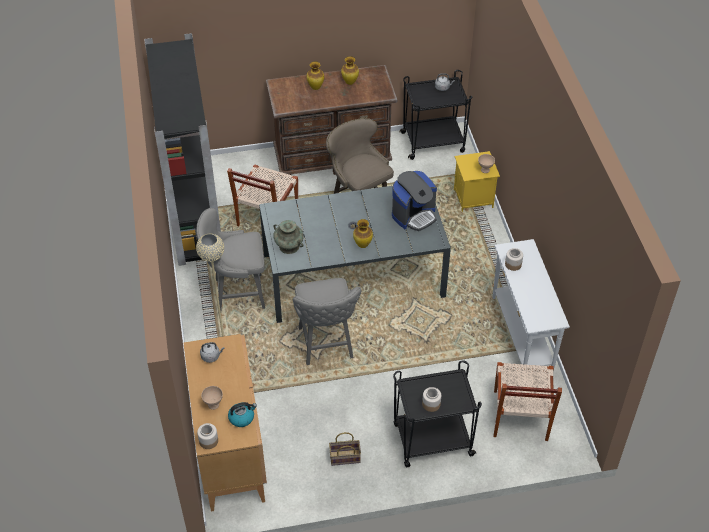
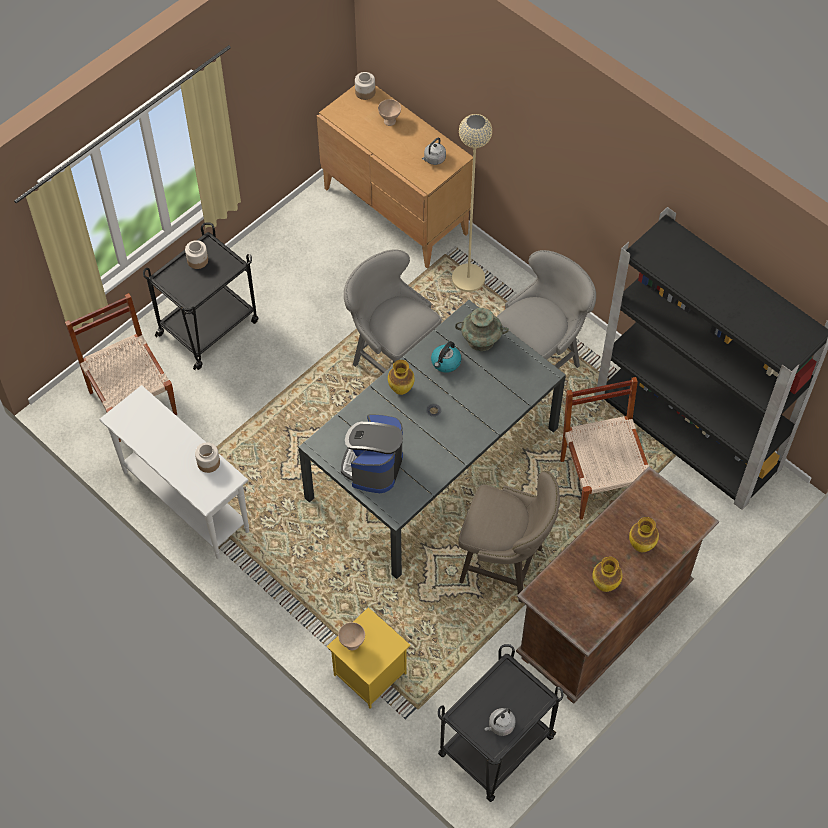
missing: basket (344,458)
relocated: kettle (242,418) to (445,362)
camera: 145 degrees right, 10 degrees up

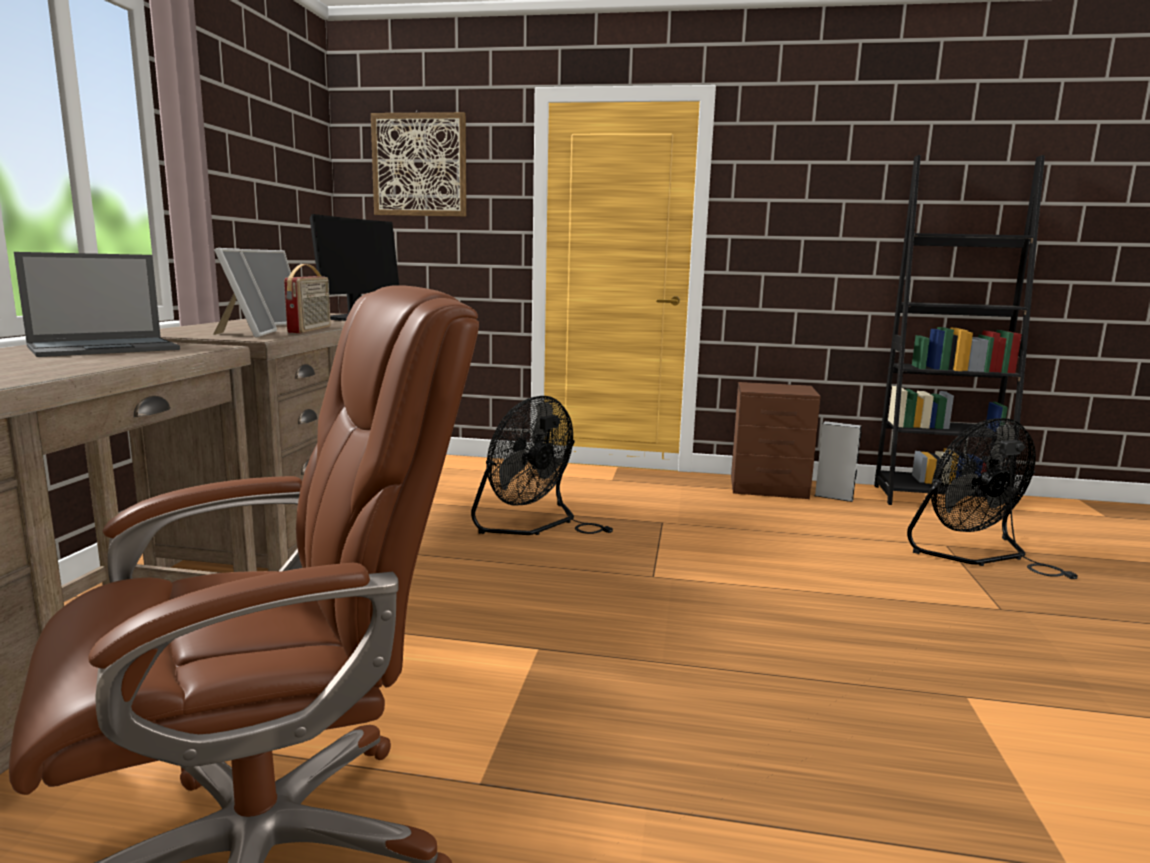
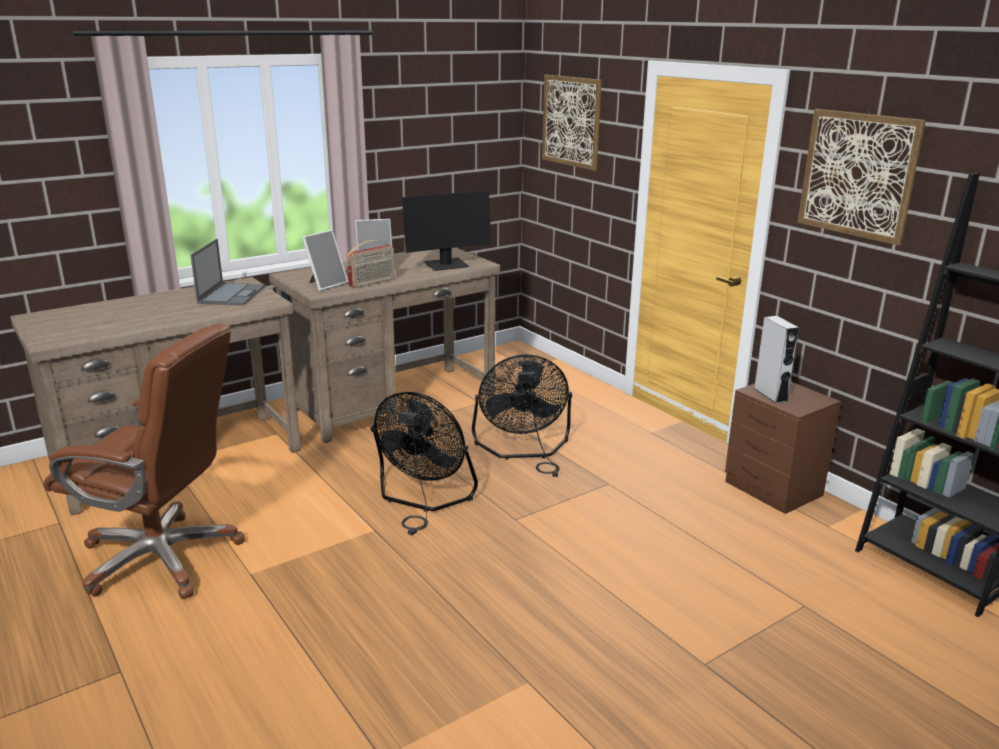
appeared: picture (858,173)
relocated: grey_speaker (834,497) to (770,394); black_fan (986,554) to (418,499)
spun: laptop (106,348) = (232,294) 90 degrees counterclockwise
camera: 45 degrees right, 10 degrees up

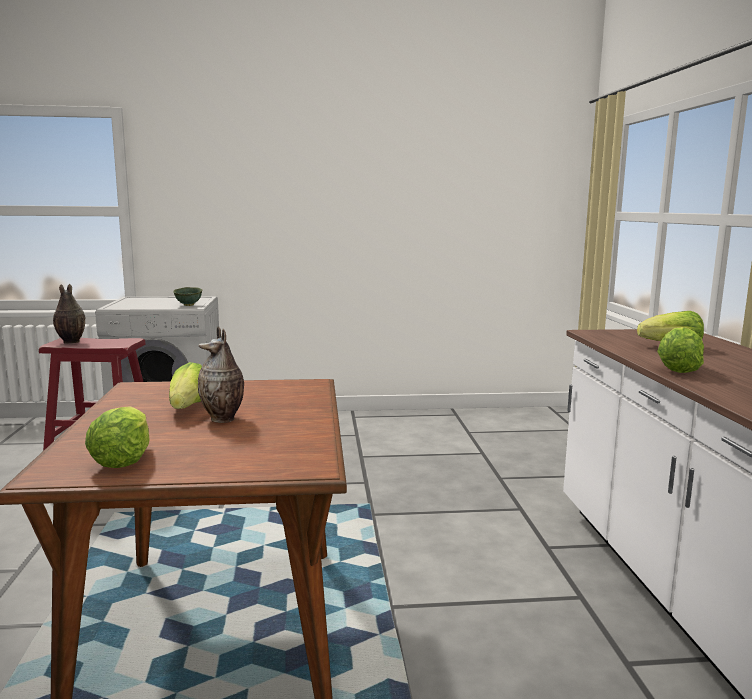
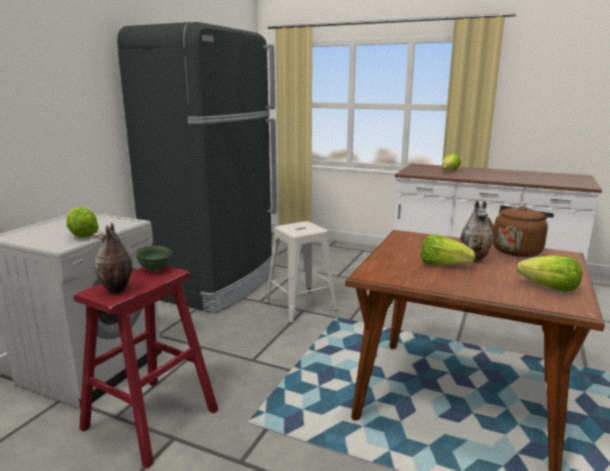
appeared: black_fridge (215,284); white_stool (301,306); brown_kettle (517,250)
relocated: green_bowl (189,305) to (155,269); lettuce (678,369) to (82,235)
camera: 60 degrees left, 5 degrees up

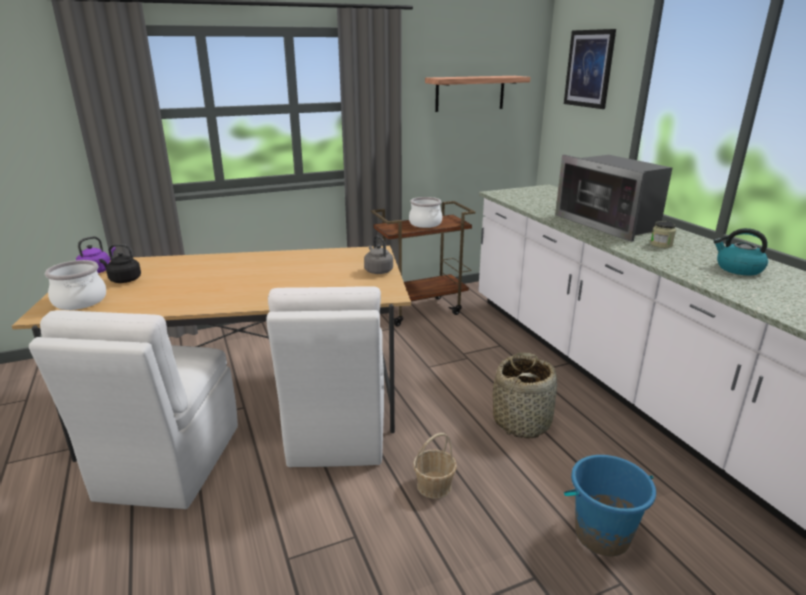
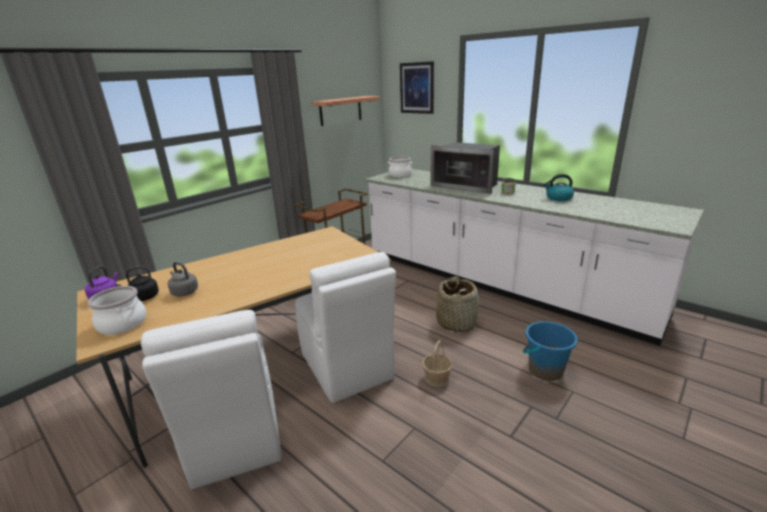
relocated: grey_kettle (378,270) to (184,292); cooking_pot (425,224) to (400,175)
camera: 25 degrees left, 0 degrees up

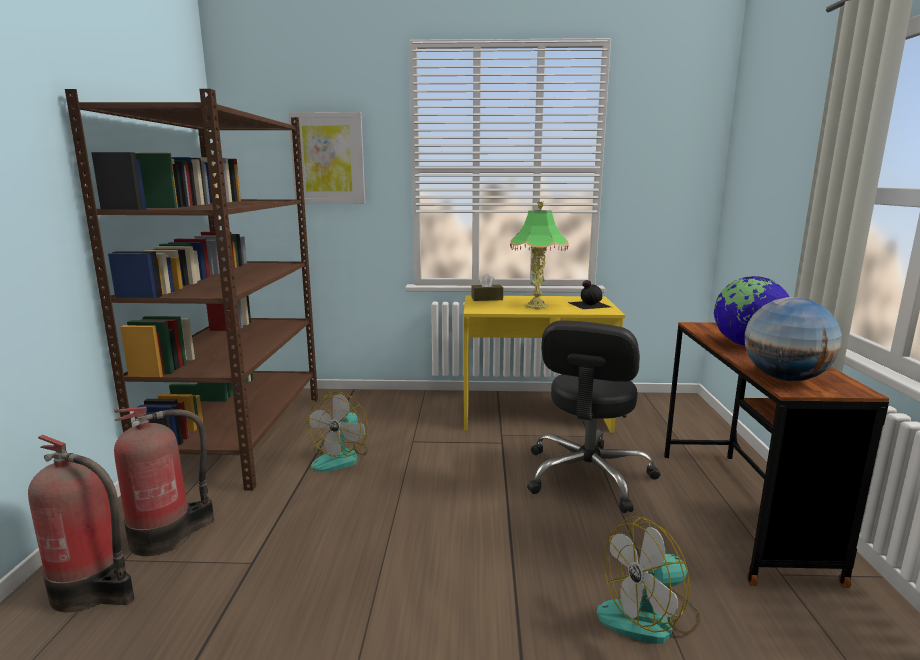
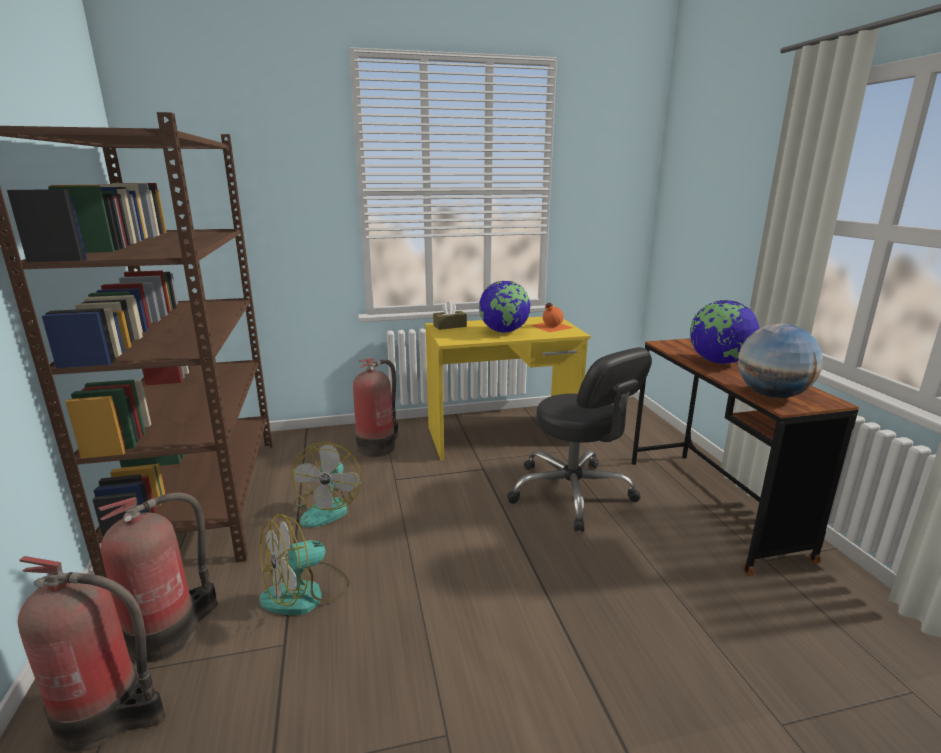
missing: picture (328,159)
appeared: fire_extinguisher (378,446)
relocated: fan (649,617) to (306,593)
exchanged: table_lamp (536,306) to globe (504,331)
colour: black_bottle (588,304) to orange_bottle (550,326)
spun: black_office_chair (586,479) = (575,496) 45 degrees counterclockwise
camera: 15 degrees left, 5 degrees up

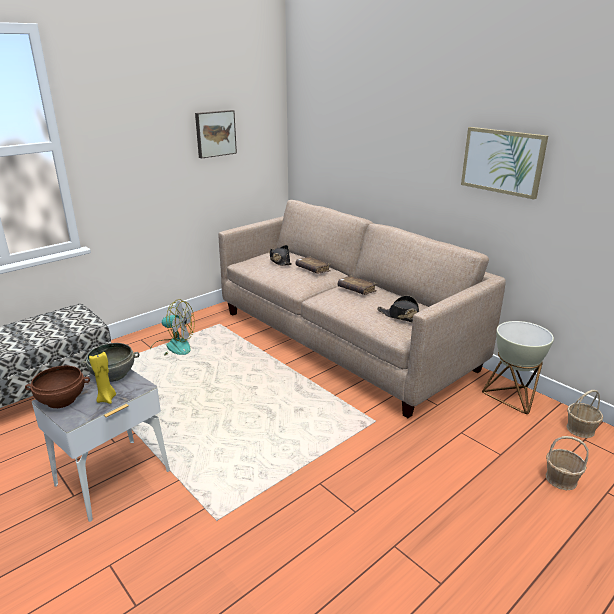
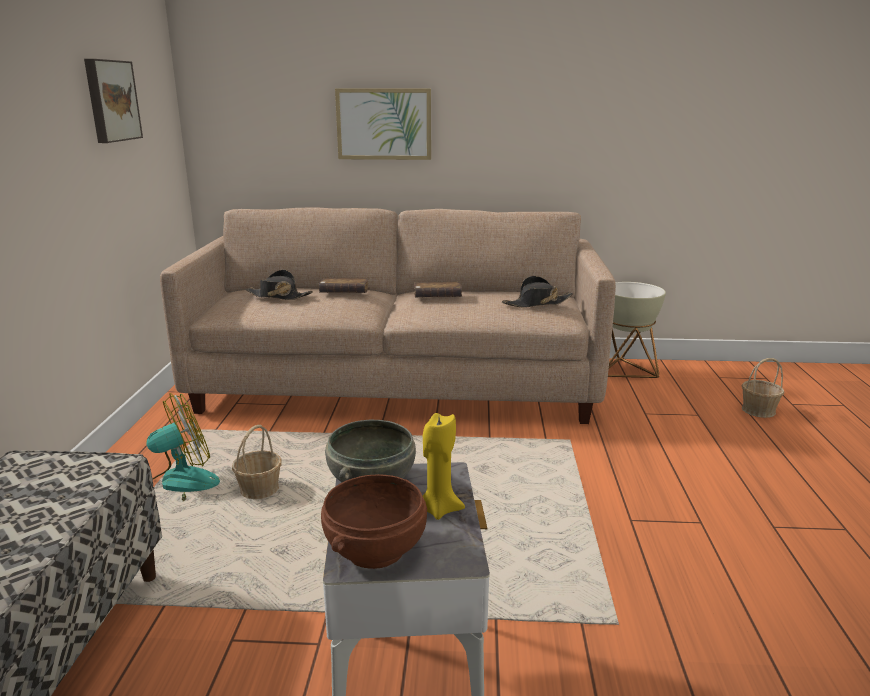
relocated: picture (502,161) to (384,124); basket (580,429) to (260,489)
camera: 45 degrees left, 5 degrees down

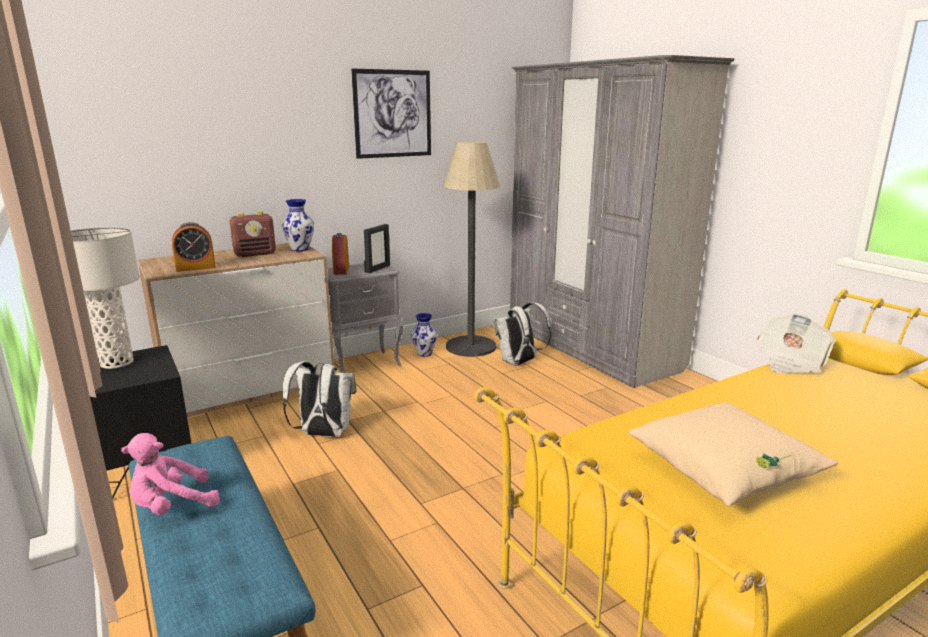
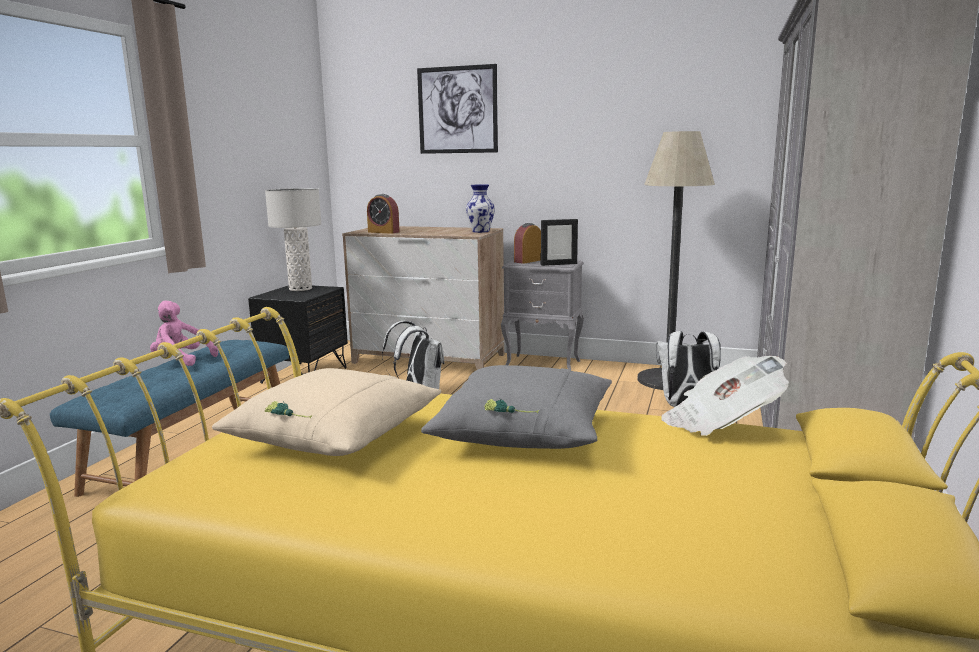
missing: radio (255,254); vase (424,353)
appeared: grey_pillow (524,434)
relocated: picture (392,114) to (457,110)
camera: 50 degrees right, 5 degrees down

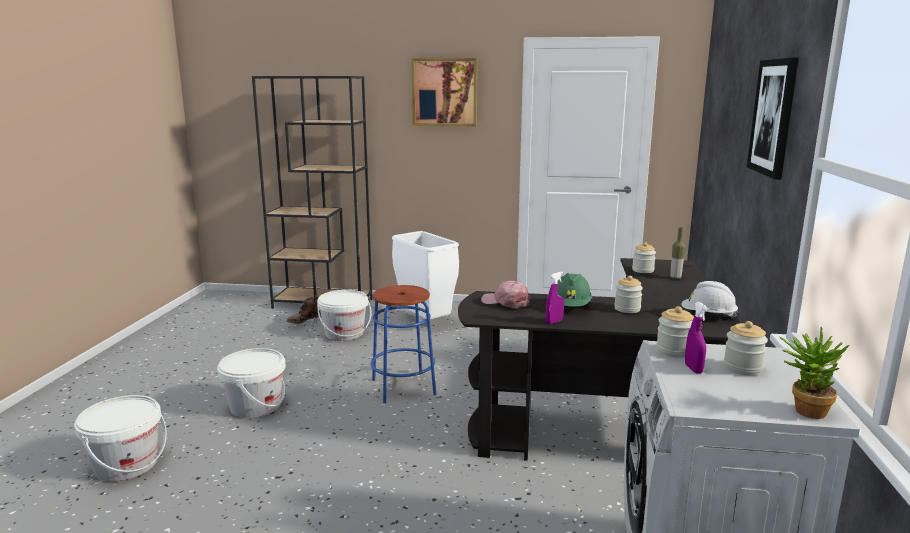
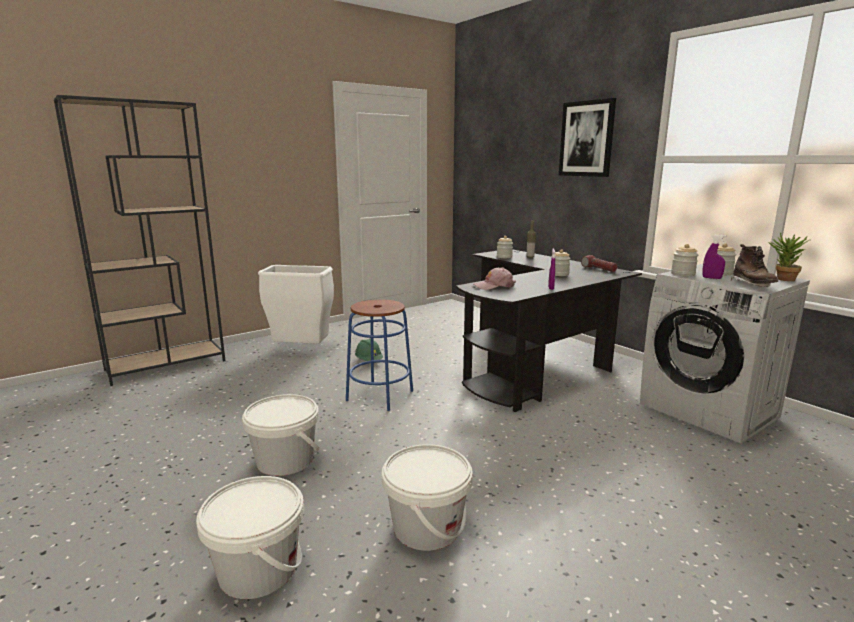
missing: picture (444,92)
relocated: brown_boot (304,323) to (752,285); white_bucket (344,333) to (427,527); green_hard_hat (571,307) to (369,361)
exchanged: white_hard_hat (708,316) to flashlight (598,269)
camera: 45 degrees left, 0 degrees up

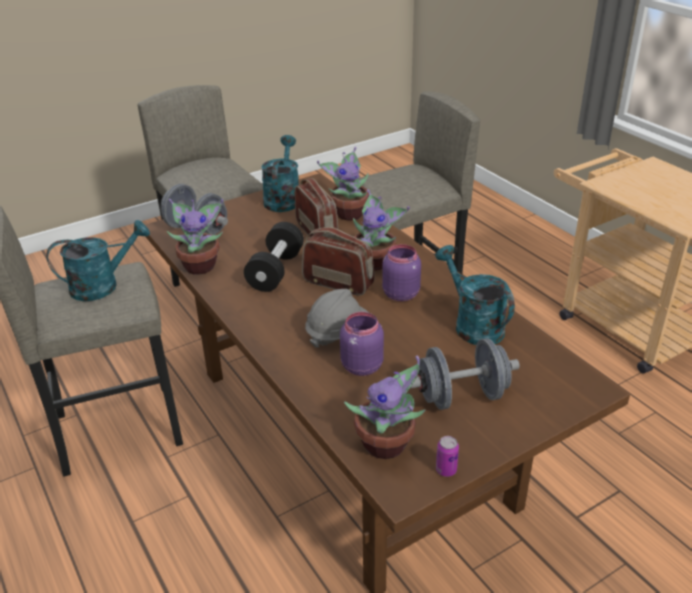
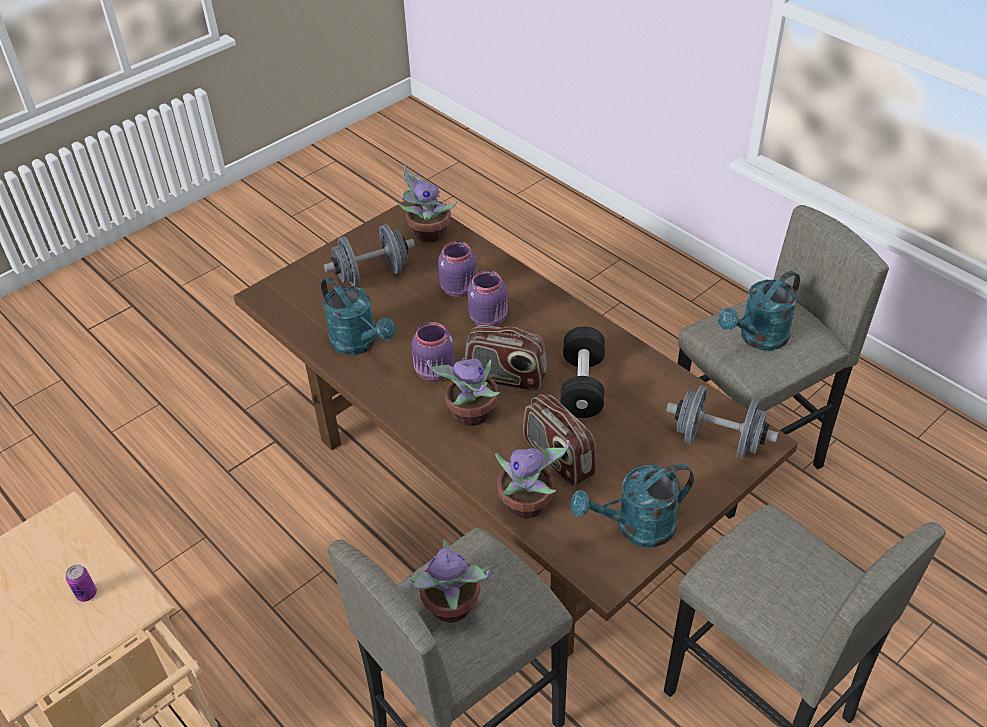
relocated: potted_plant (201,265) to (451,607); can (446,470) to (86,594)
exchanged: grey_hard_hat (337,332) to purple_jar (489,318)
spun: turquoise_watering_can (283,198) = (636,528) 75 degrees clockwise
camera: 170 degrees right, 10 degrees up

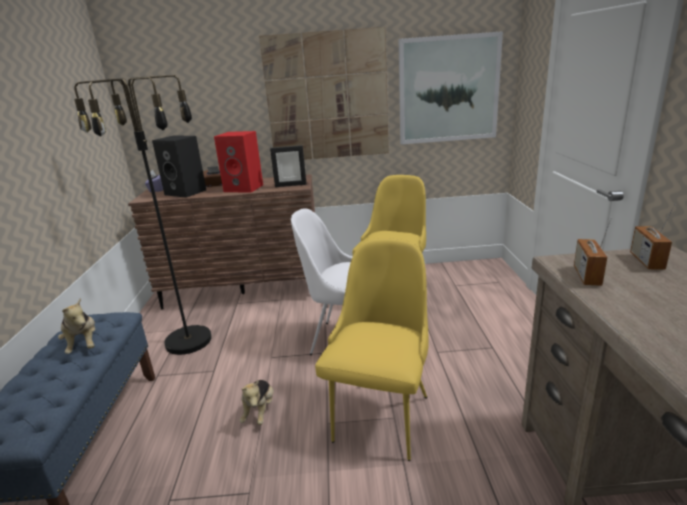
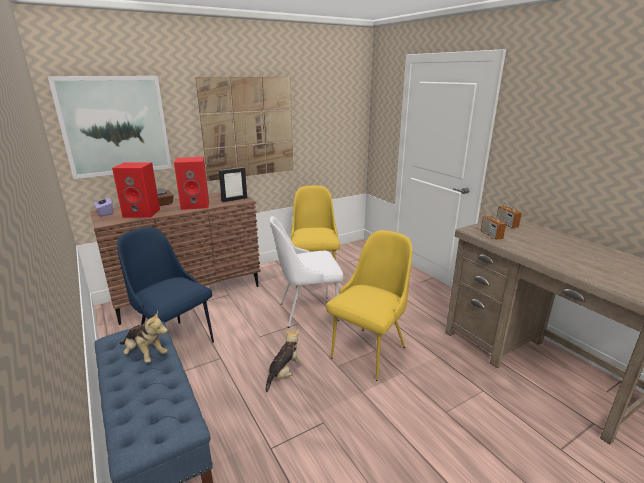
relocated: picture (448,89) to (115,126)
exchanged: floor_lamp (187,342) to blue_chair (174,343)
colour: black_speaker (186,192) to red_speaker (143,213)
spun: plush_toy (259,411) = (284,373) 120 degrees counterclockwise; yellow_chair (381,417) = (369,352) 45 degrees clockwise
camera: 30 degrees left, 0 degrees up

